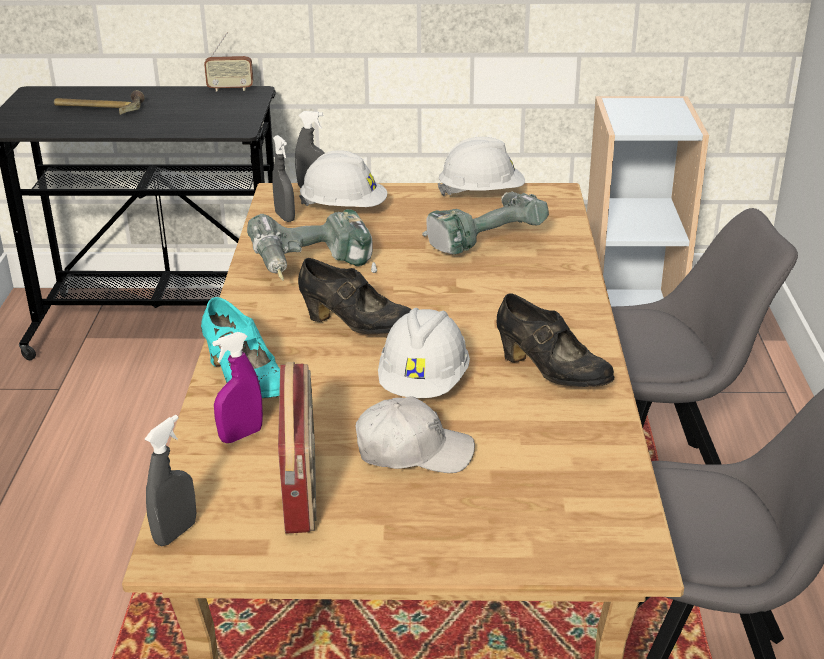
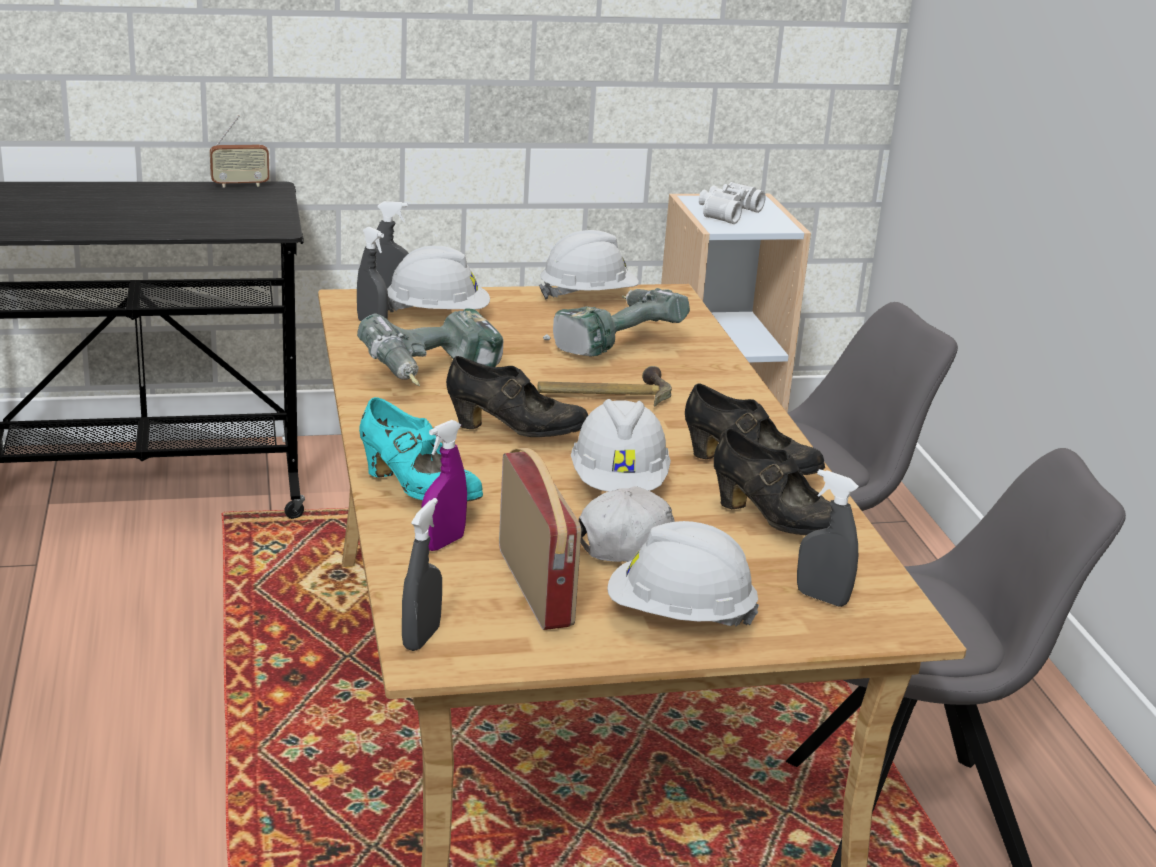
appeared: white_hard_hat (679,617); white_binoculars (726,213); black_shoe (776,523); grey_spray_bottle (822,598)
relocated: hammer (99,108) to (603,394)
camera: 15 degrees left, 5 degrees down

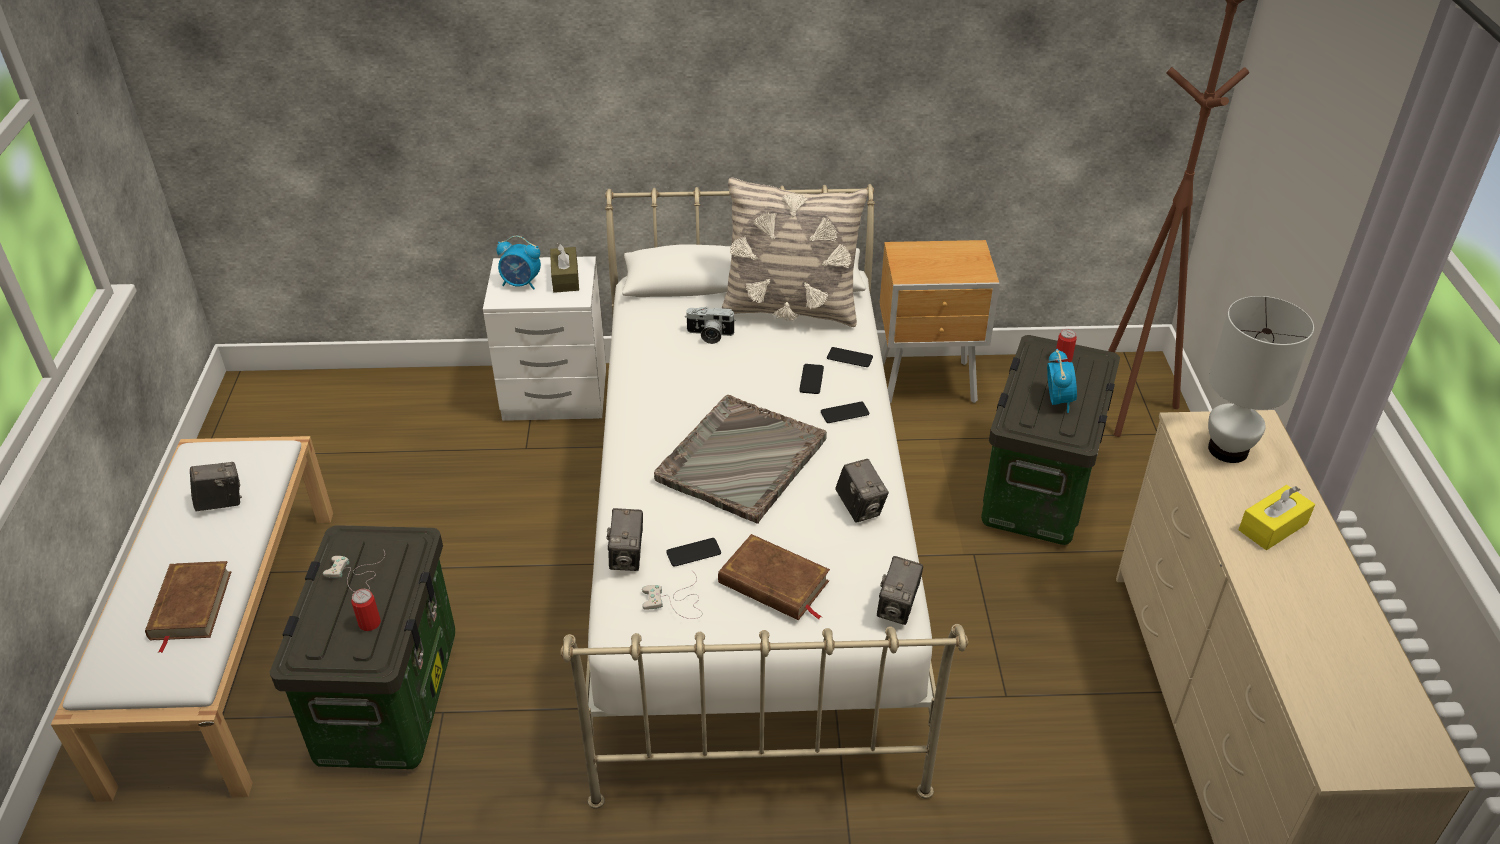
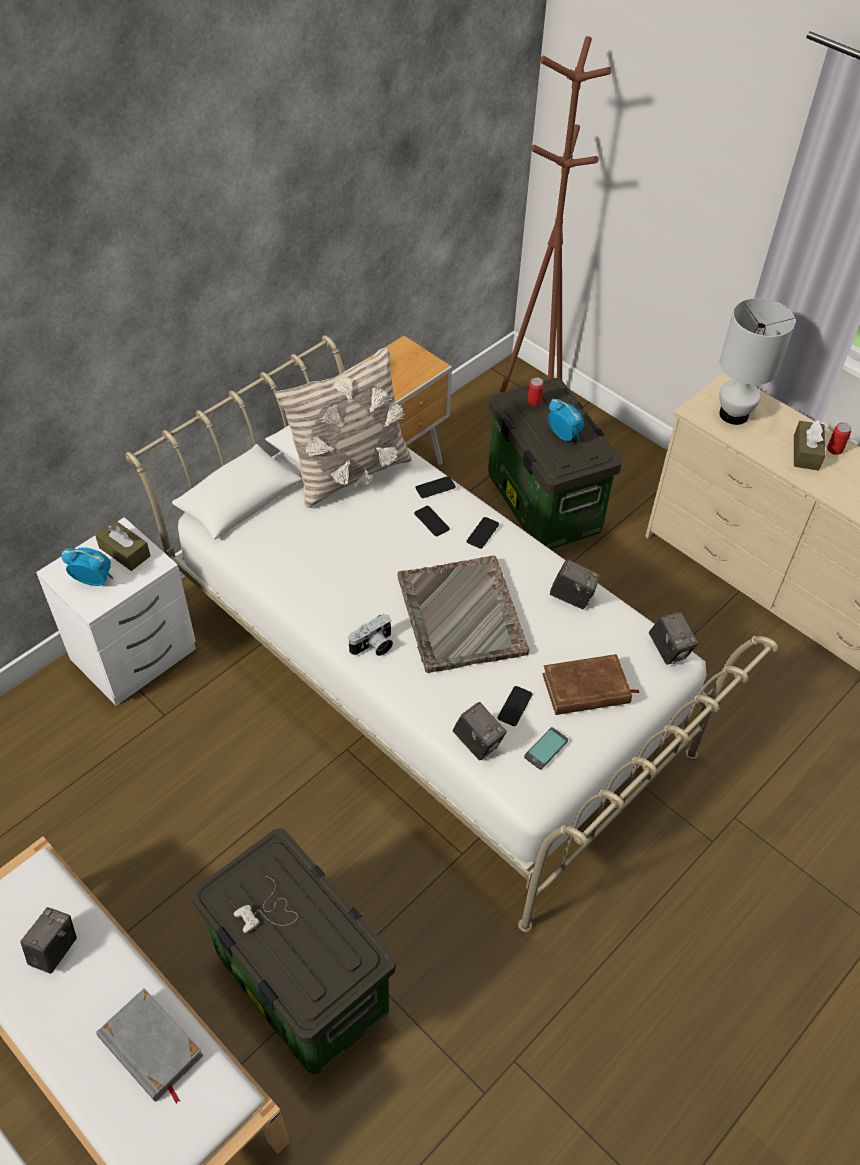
relocated: can (369,623) to (834,449); photo_camera (709,335) to (373,646)
exchanged: white_game_controller (676,601) to phone (546,749)
colour: brown_book (190,606) to grey_book (150,1047); yellow_tissue_box (1272,527) to brown_tissue_box (806,452)
spun: alarm_clock (521,284) = (93,580) 135 degrees counterclockwise
camera: 45 degrees left, 10 degrees up

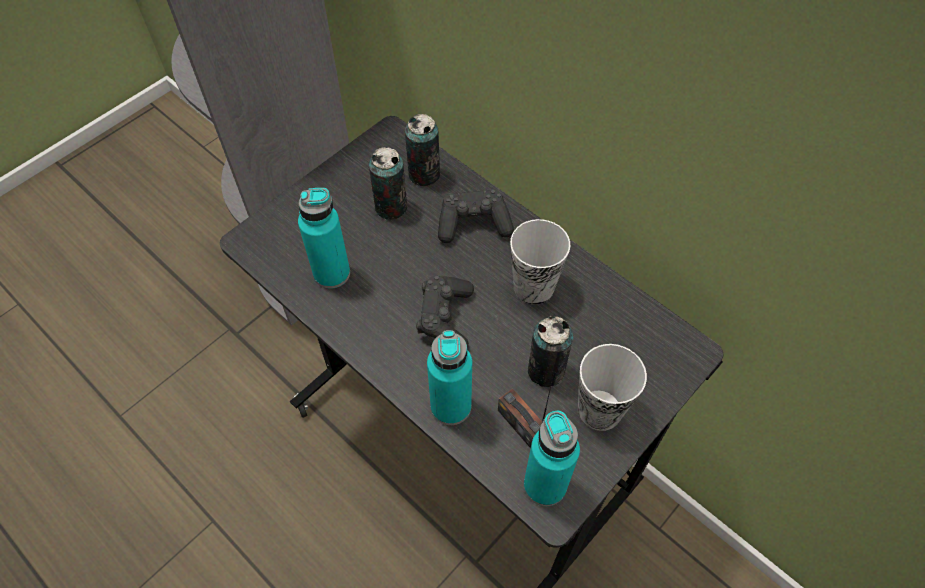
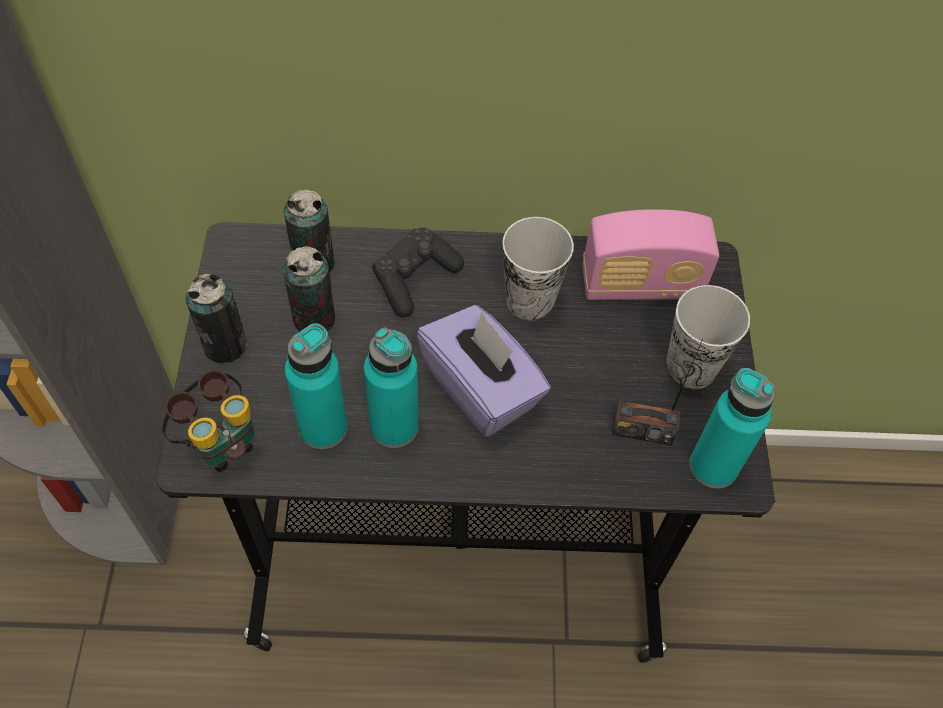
appeared: binoculars (219,441); radio (640,284)
relocated: turquoise_bottle (451,406) to (394,426); can (546,371) to (225,345)
exchanged: black_game_controller (445,319) to purple_tissue_box (481,388)
camera: 45 degrees left, 0 degrees up

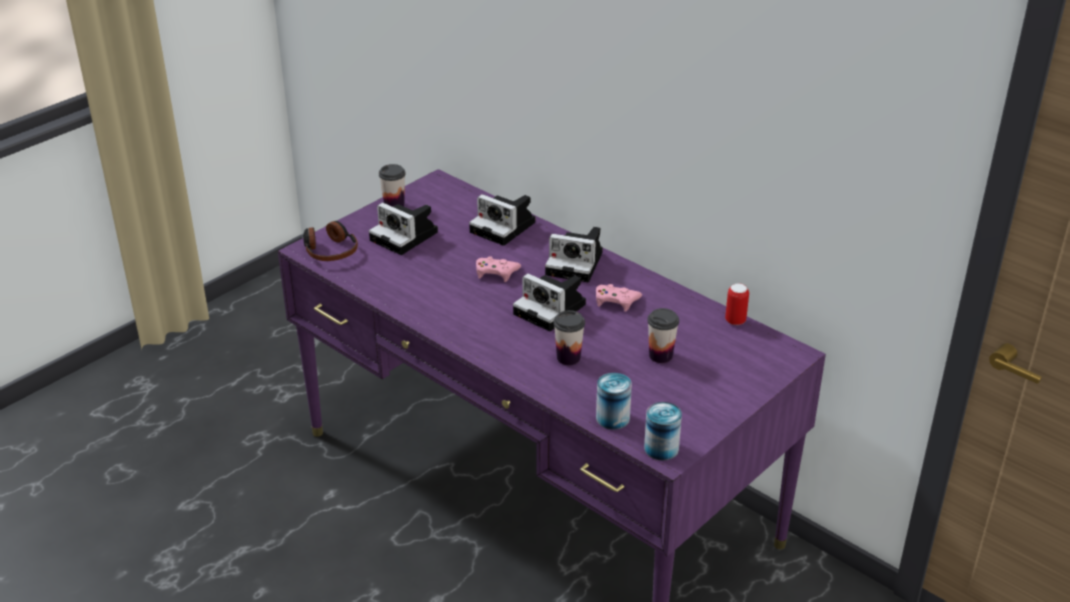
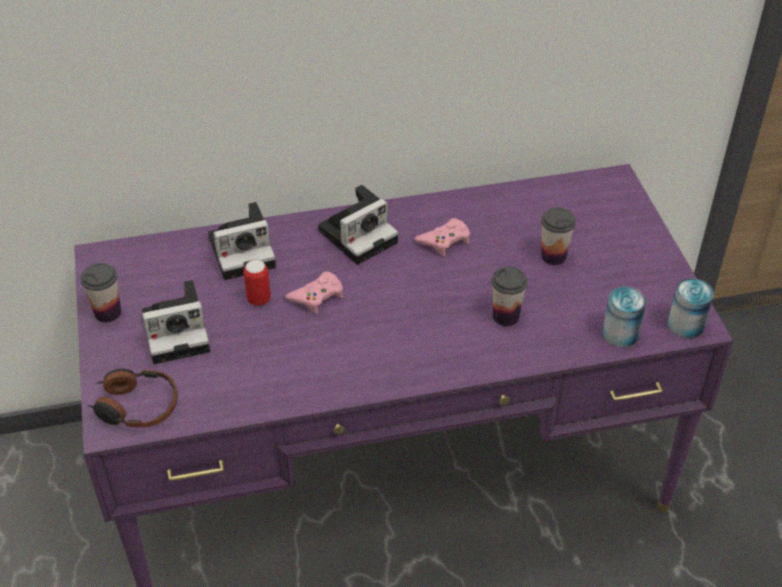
missing: photo_camera (552,310)
relocated: can (735,321) to (259,299)
camera: 55 degrees left, 10 degrees up

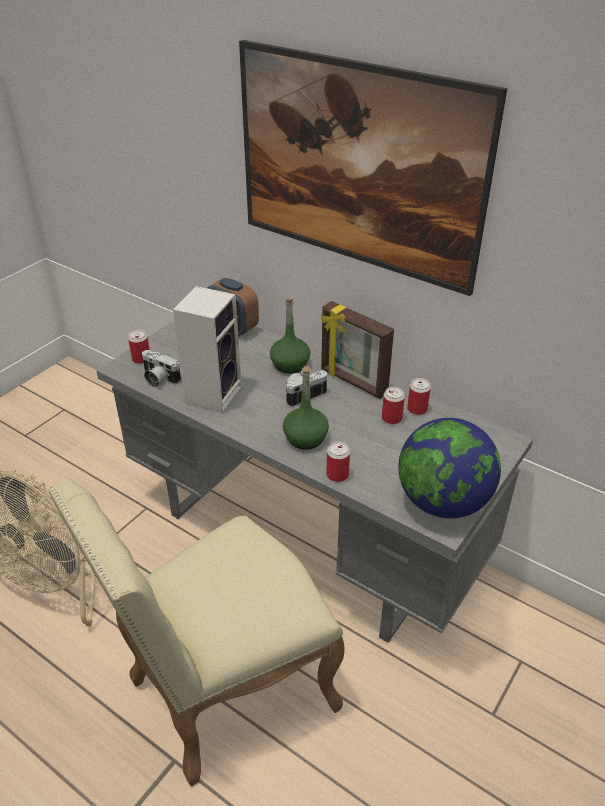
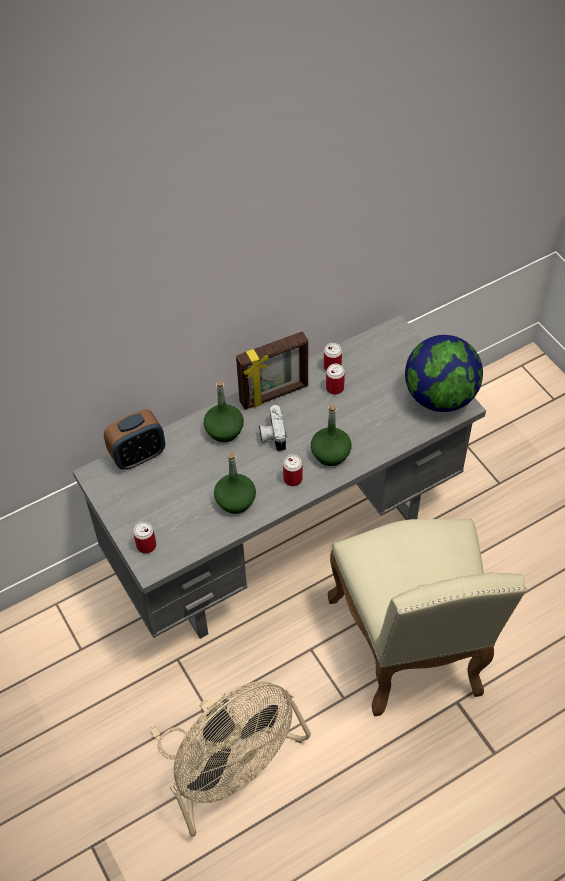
missing: photo_camera (158,379); picture (355,212)
relocated: can (337,475) to (293,479)
exchanged: speaker (213,393) to green_bottle (235,500)
camera: 65 degrees left, 15 degrees up

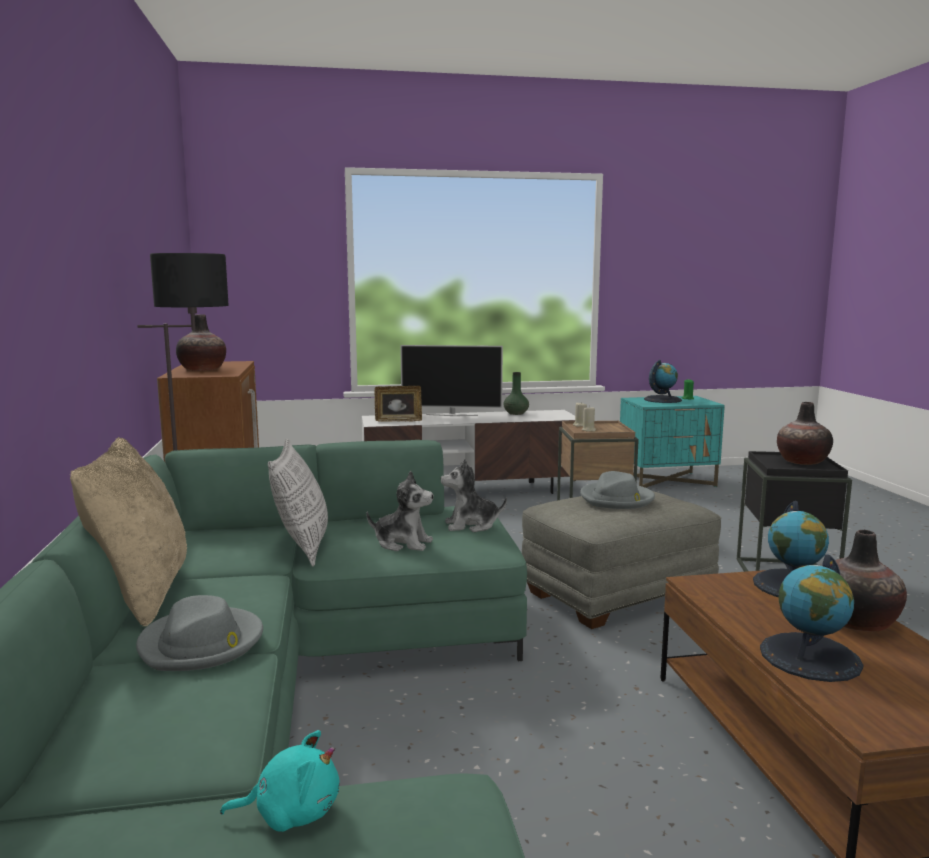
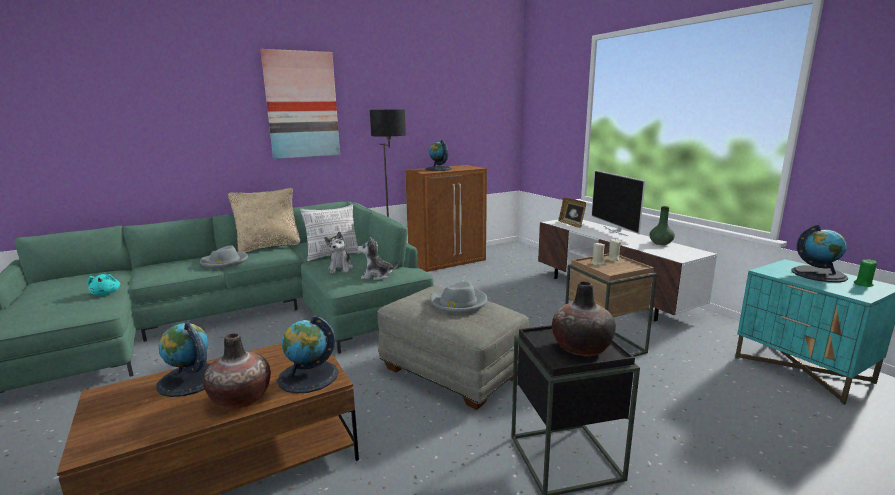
appeared: picture (302,105)
exchanged: vase (202,370) to globe (438,169)
spun: plush_toy (471,525) = (377,276) 60 degrees counterclockwise
camera: 70 degrees right, 5 degrees up

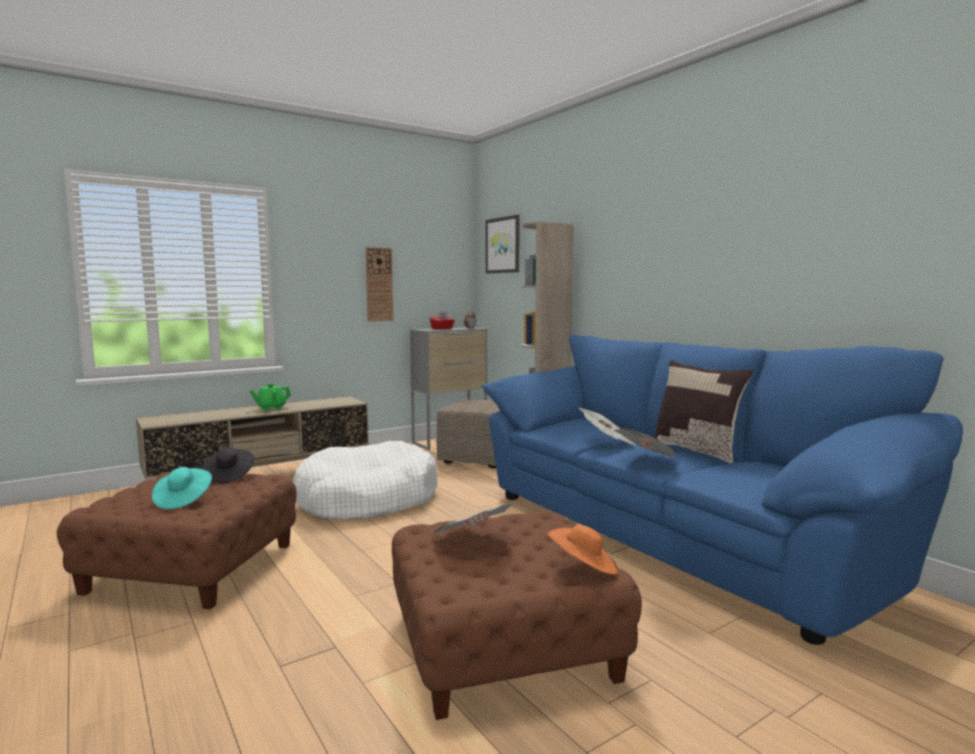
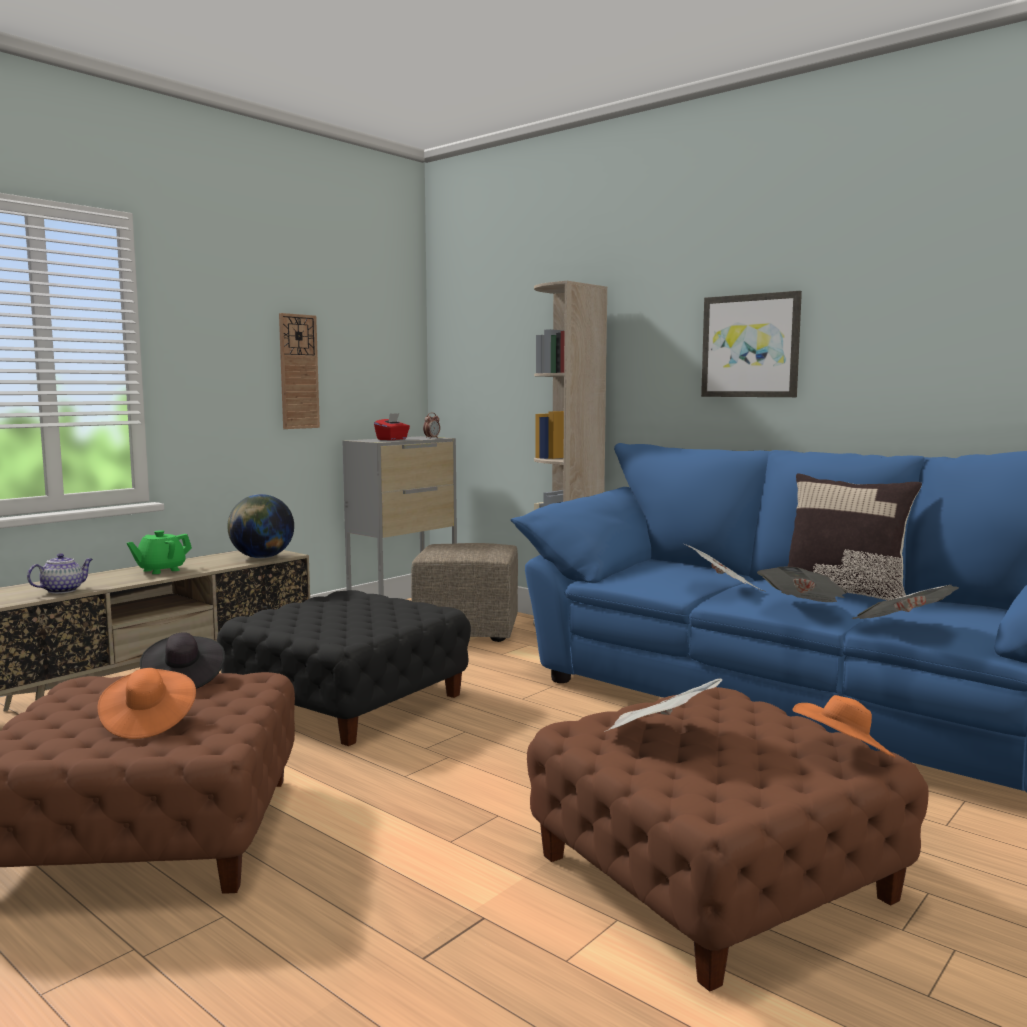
appeared: teapot (63,590); globe (262,557); newspaper (902,628)
relocated: picture (503,245) to (750,346)
exchanged: white_dog_bed (367,499) to black_ottoman (348,702)
colour: turquoise_hat (183,500) to orange_hat (148,723)
camera: 15 degrees left, 0 degrees up

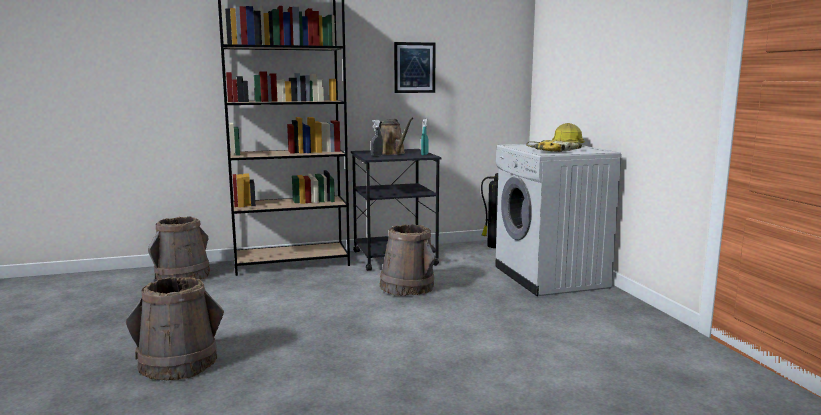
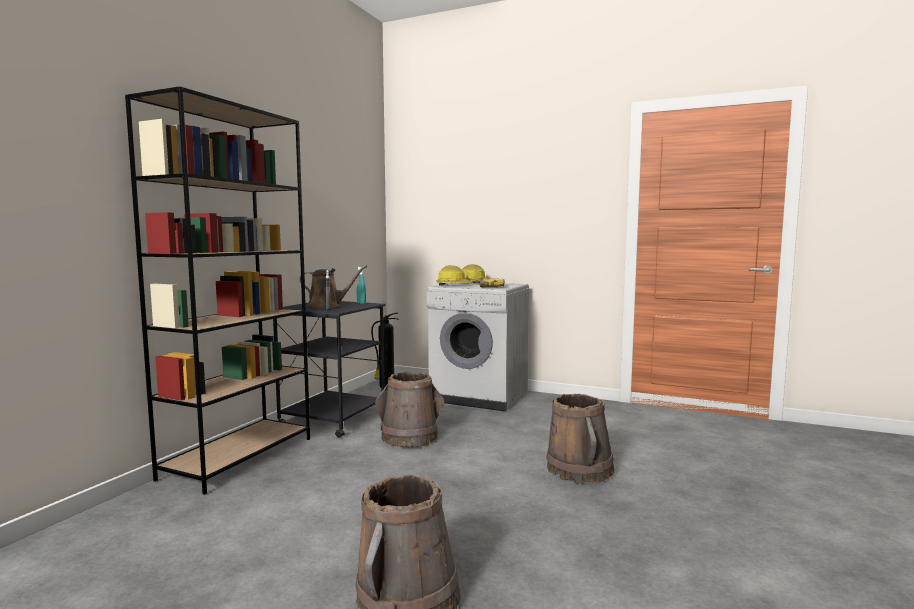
missing: picture (414,67)
appeared: hard_hat (454,285)
relocated: brown_bucket (183,276) to (579,470)
camera: 50 degrees left, 5 degrees down

